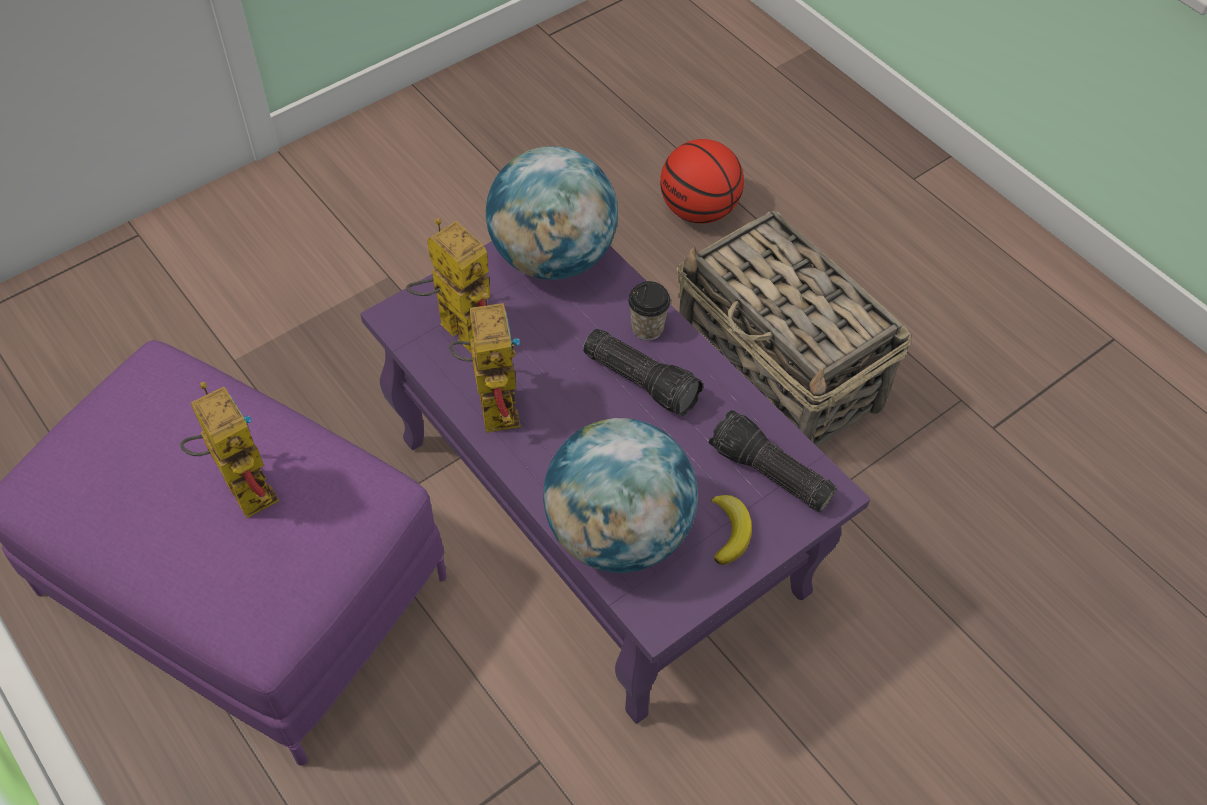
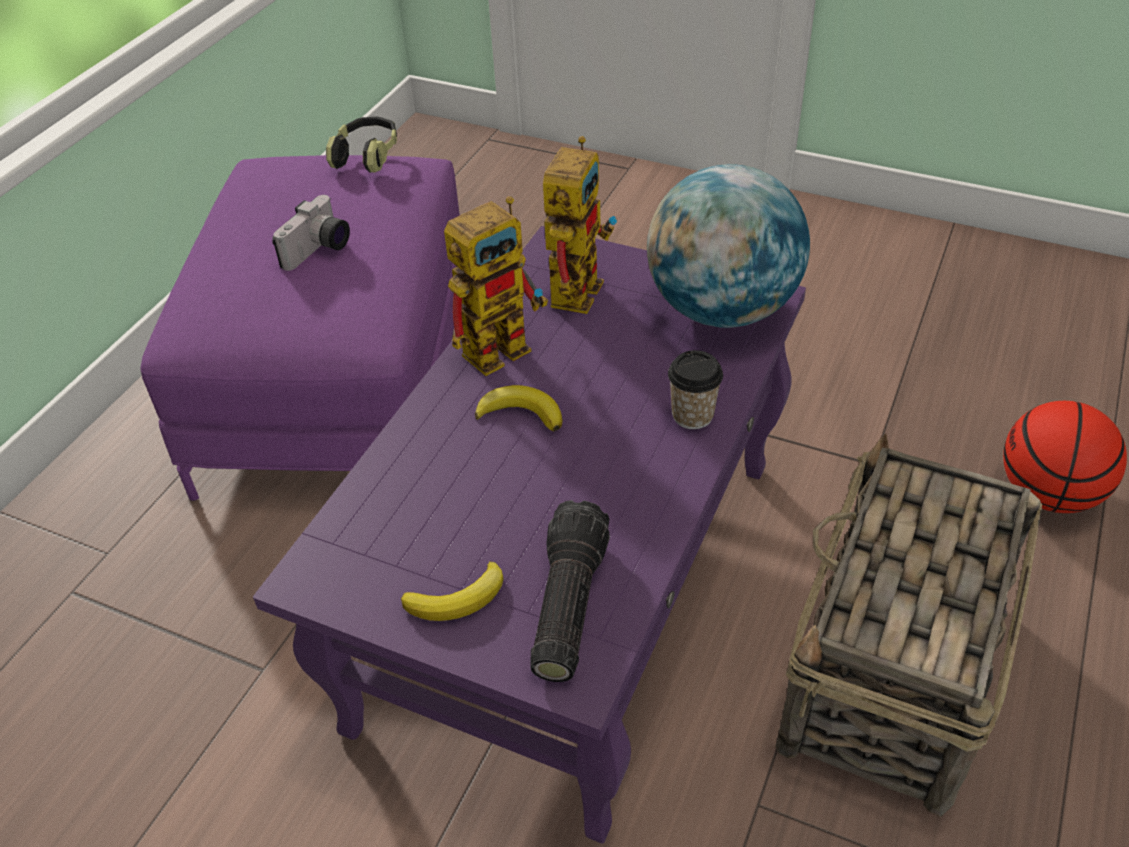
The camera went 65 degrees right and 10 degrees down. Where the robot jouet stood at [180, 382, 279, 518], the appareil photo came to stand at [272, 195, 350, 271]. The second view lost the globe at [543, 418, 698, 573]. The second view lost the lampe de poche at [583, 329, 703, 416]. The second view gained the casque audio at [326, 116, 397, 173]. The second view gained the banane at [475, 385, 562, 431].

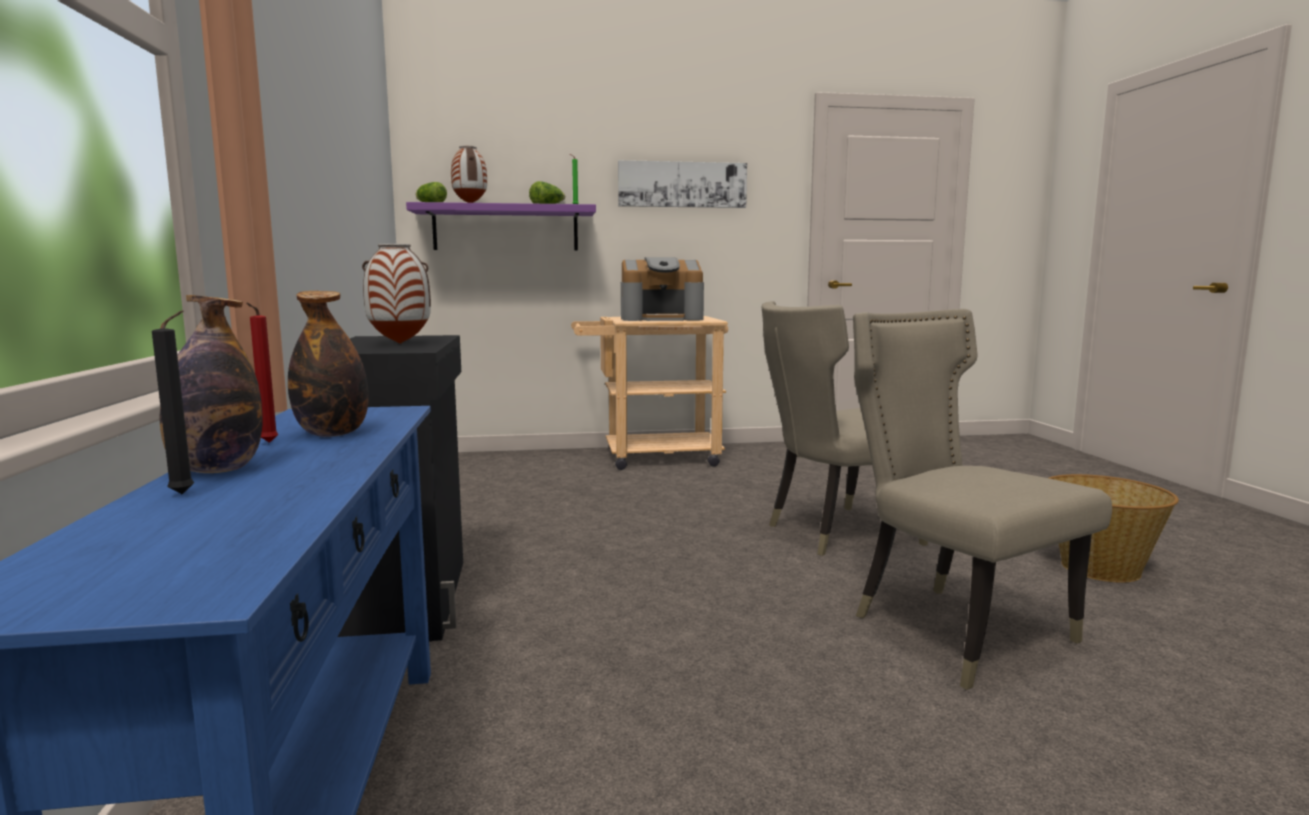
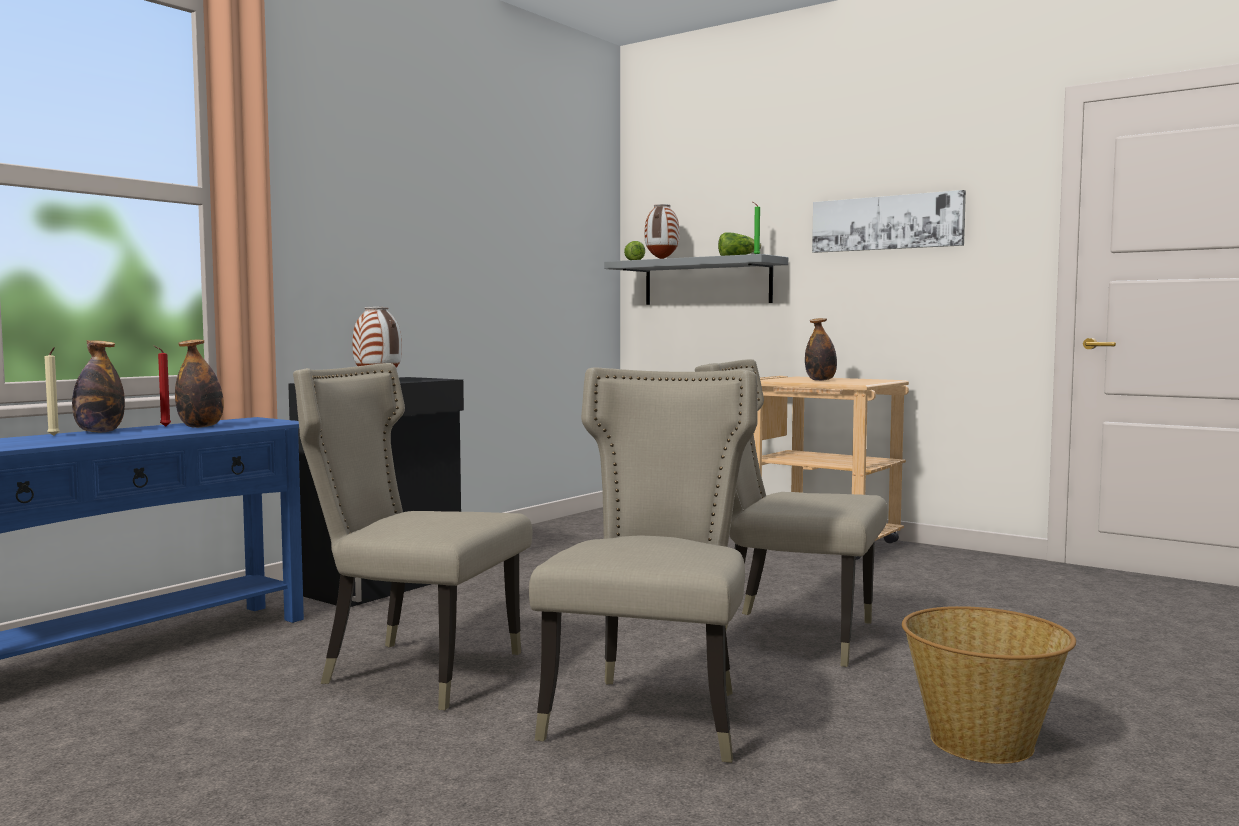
The camera went 45 degrees right and 5 degrees down. What was the bougie/noir at [152, 310, 194, 494] turned into the bougie/beige at [44, 347, 60, 436]. What was the étagère/violet at [406, 202, 596, 251] turned into the étagère/gris at [604, 254, 788, 305]. Where the machine à café stood at [621, 257, 704, 321], the bouteille came to stand at [805, 318, 837, 381]. The second view gained the chaise/beige at [293, 363, 532, 710].

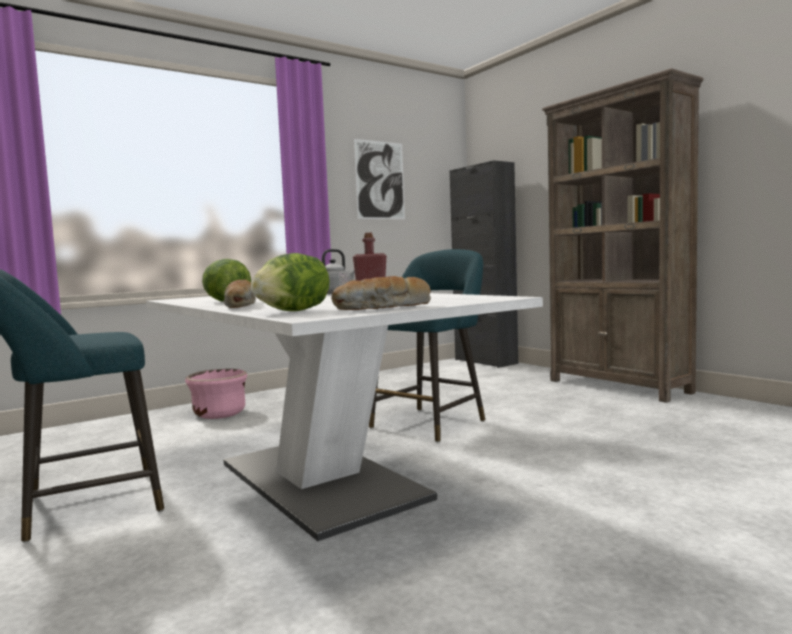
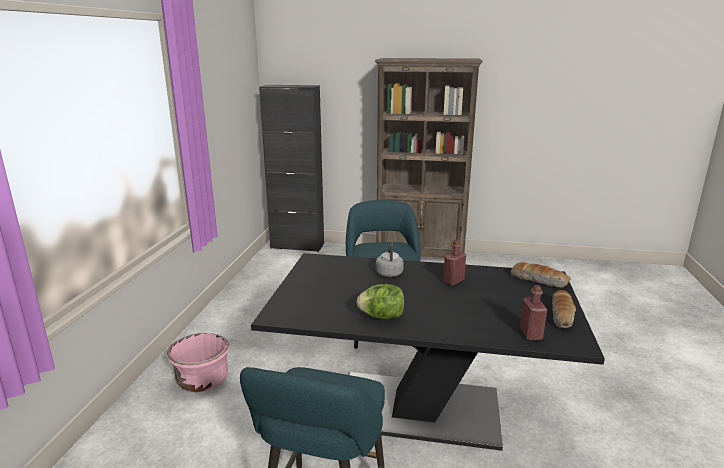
The camera went 45 degrees left and 15 degrees up. What was the table à manger/blanc at [146, 293, 543, 541] turned into the table à manger/noir at [251, 253, 605, 451]. The pain ended up elsewhere, having gone from [223, 279, 256, 308] to [511, 262, 571, 288]. Where the laitue stood at [251, 253, 330, 311], the bouteille/rouge came to stand at [520, 285, 547, 340]. The second view lost the tableau at [354, 139, 405, 219].

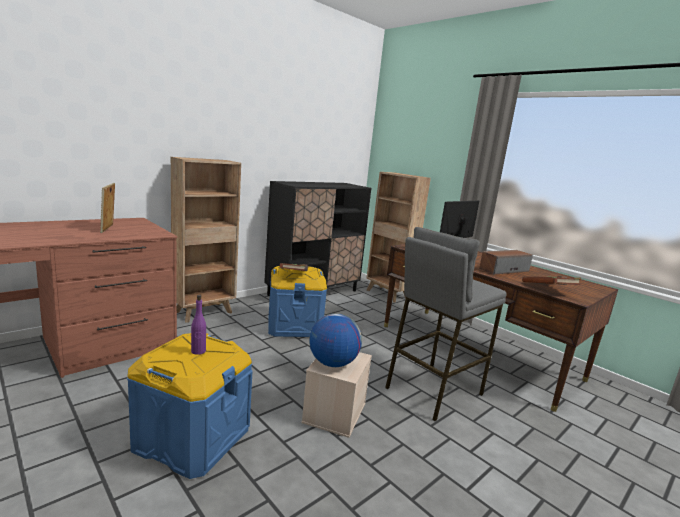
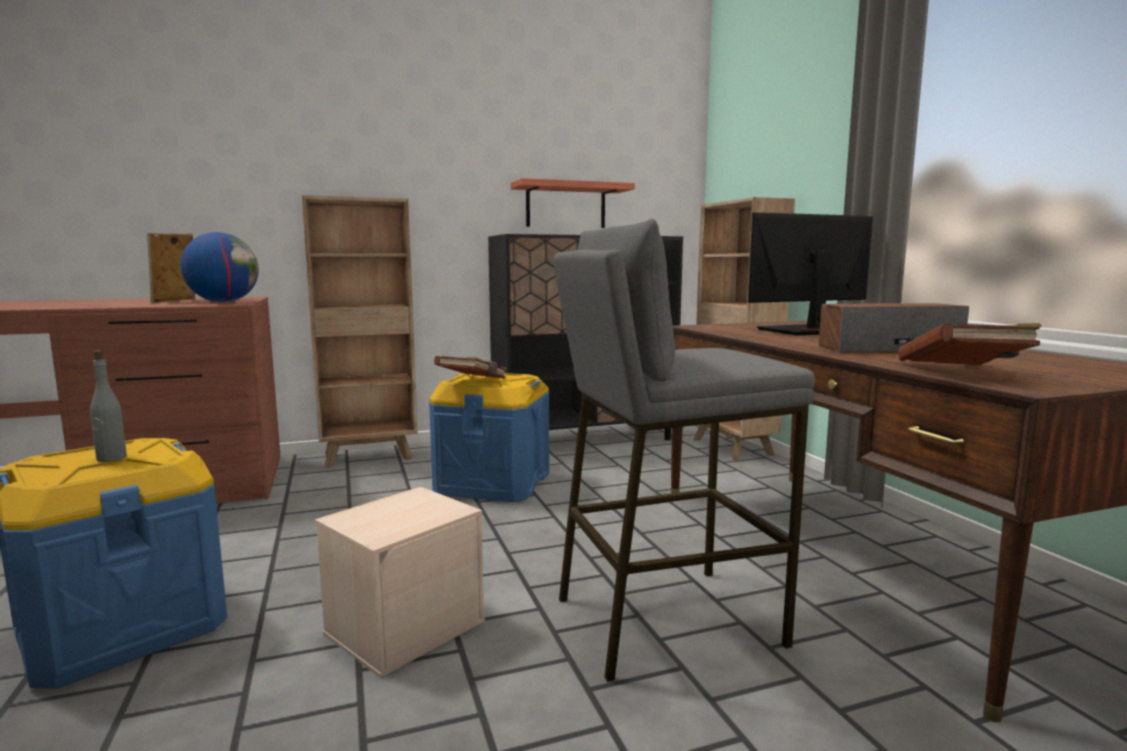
The camera went 25 degrees right and 5 degrees down. What was the bouteille/violet at [191, 295, 206, 355] turned into the bouteille/gris at [90, 350, 127, 462]. The globe ended up elsewhere, having gone from [309, 313, 362, 367] to [180, 232, 259, 302]. The second view gained the étagère at [511, 178, 635, 228].

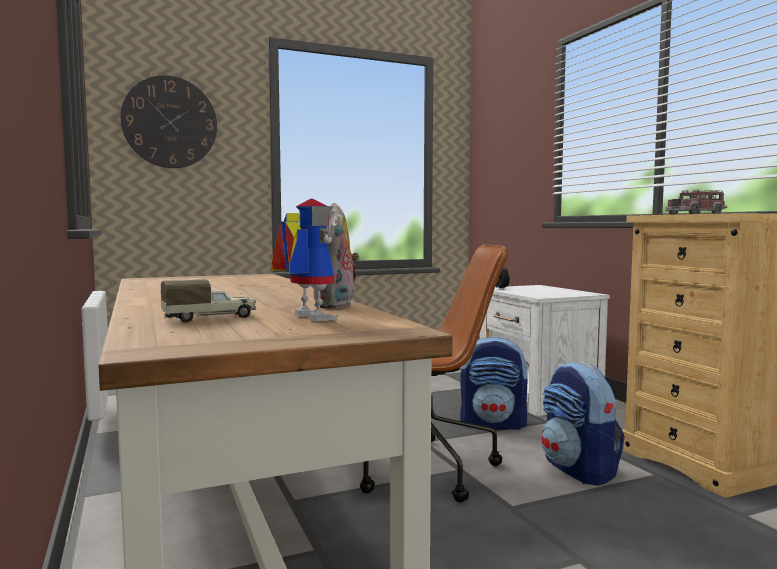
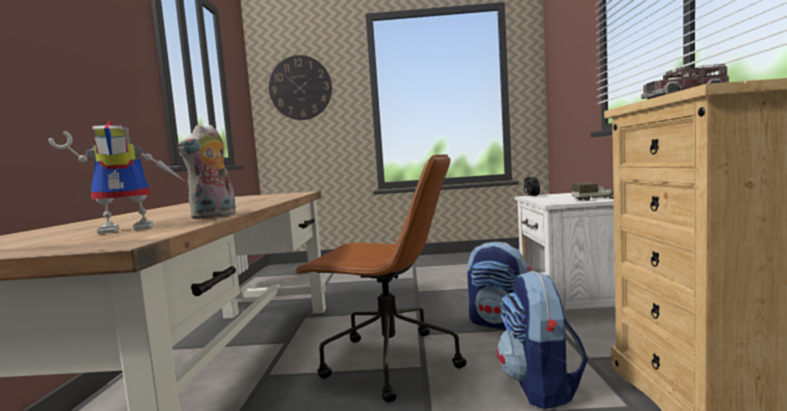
The camera went 25 degrees right and 0 degrees up. The camion jouet ended up elsewhere, having gone from [161, 279, 256, 322] to [571, 181, 614, 201]. The robot jouet at [271, 199, 342, 321] ended up facing another way, 75 degrees clockwise from before.

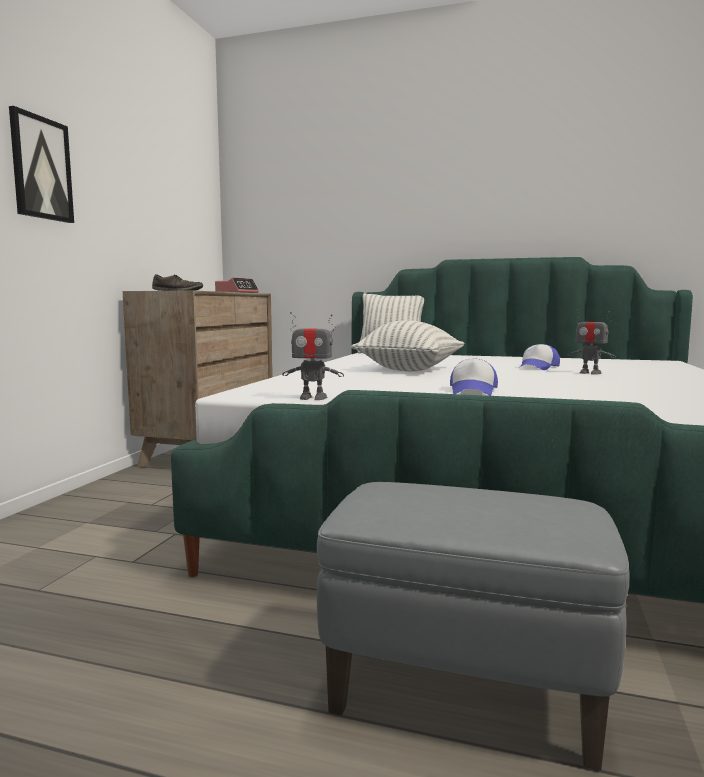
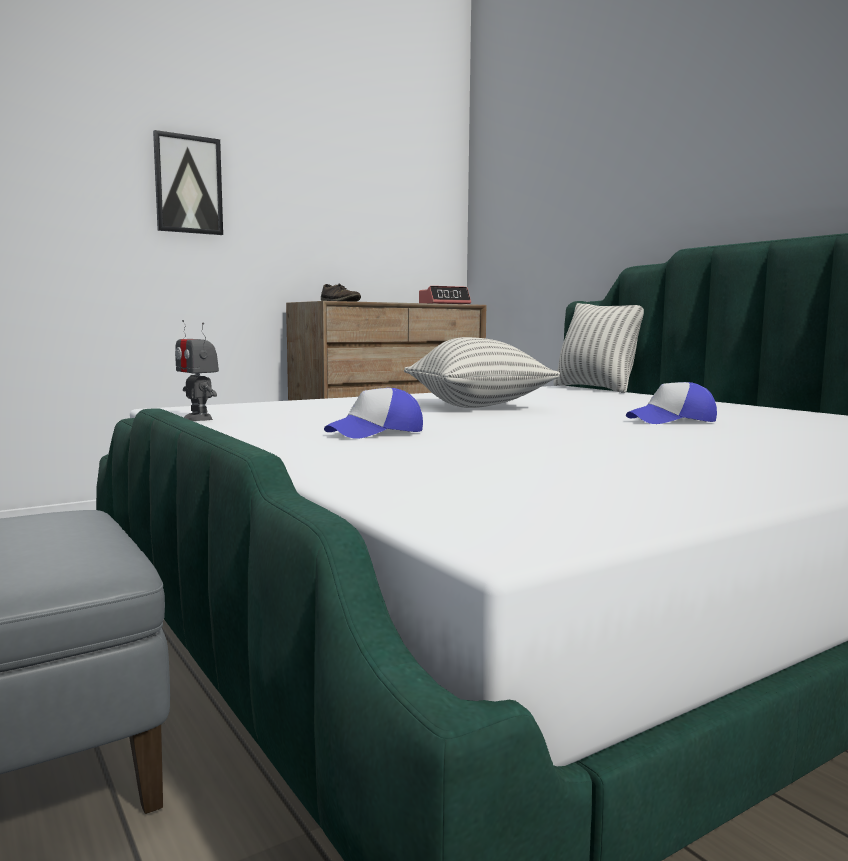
The camera went 40 degrees right and 0 degrees up. The second view lost the robot jouet at [568, 310, 616, 374].

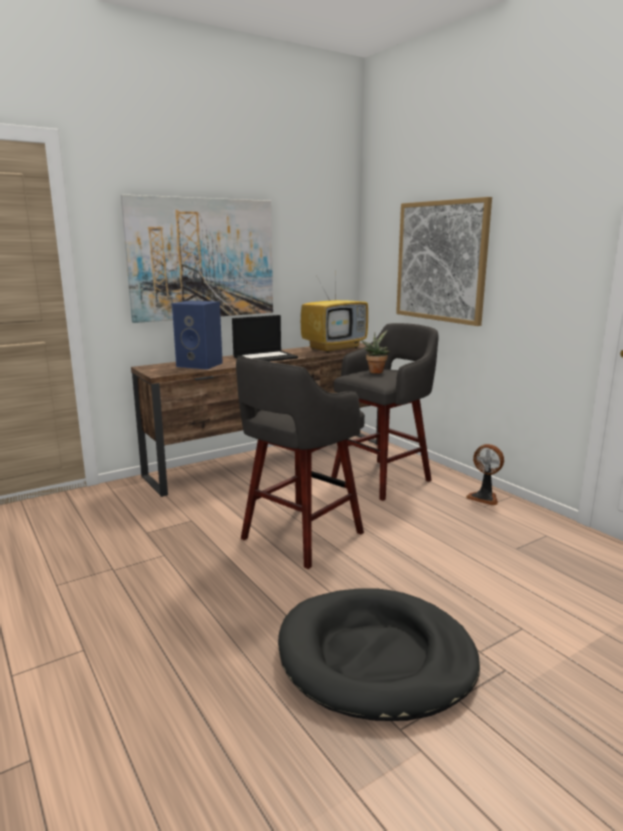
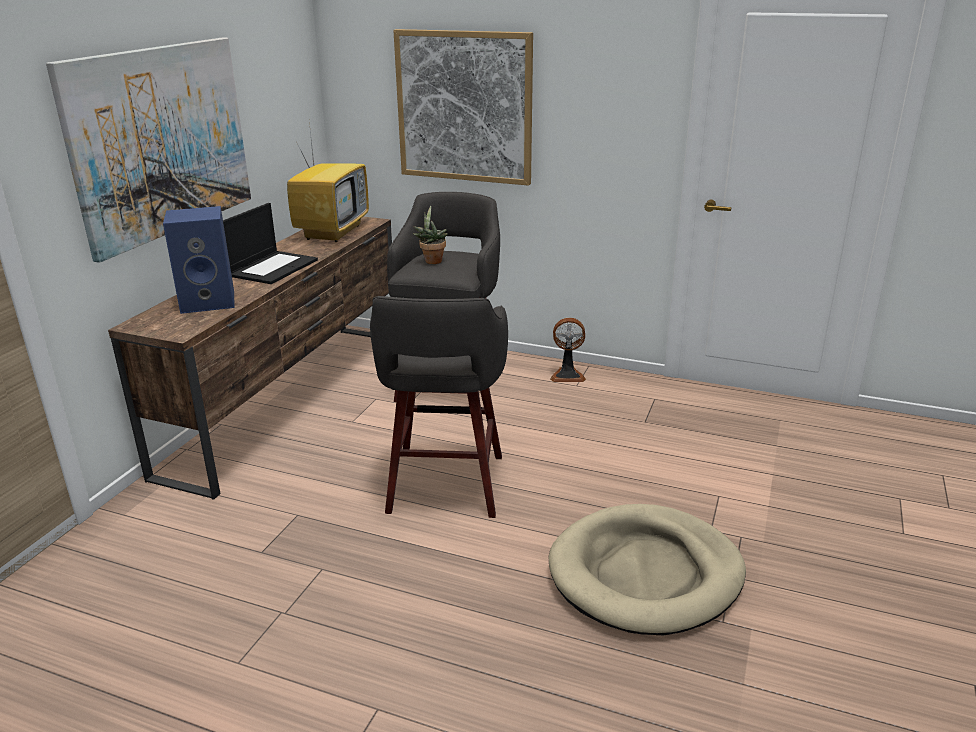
The camera went 35 degrees left and 10 degrees up. What was the panier pour chien/noir at [278, 588, 480, 721] turned into the panier pour chien/beige at [548, 504, 746, 635].

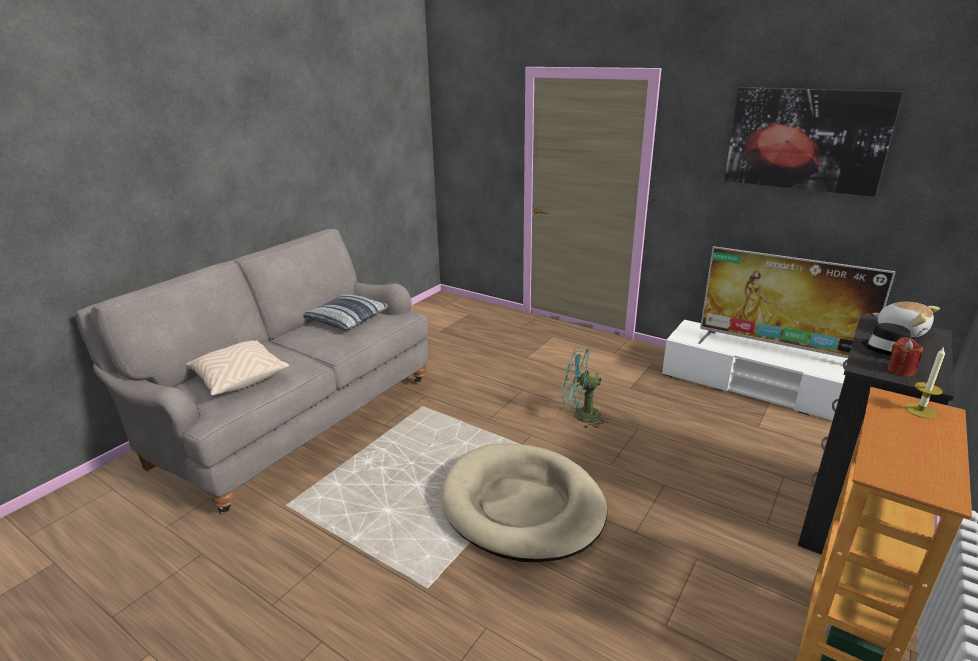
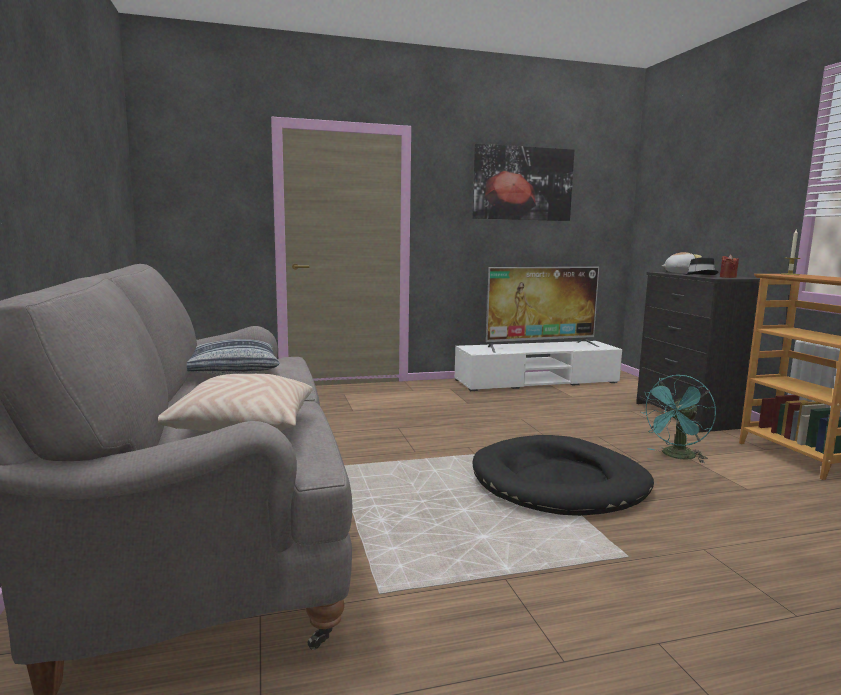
The camera went 50 degrees left and 15 degrees down. What was the panier pour chien/beige at [441, 444, 607, 562] turned into the panier pour chien/noir at [473, 435, 654, 516]. The ventilateur/turquoise ended up elsewhere, having gone from [563, 347, 610, 429] to [641, 375, 716, 463].

